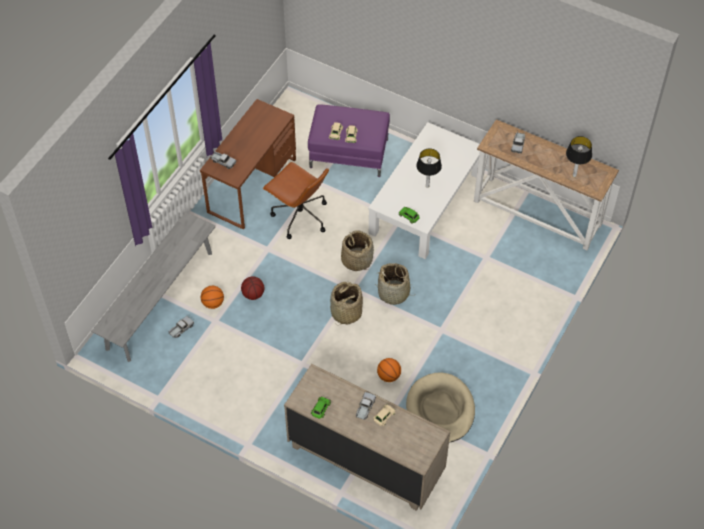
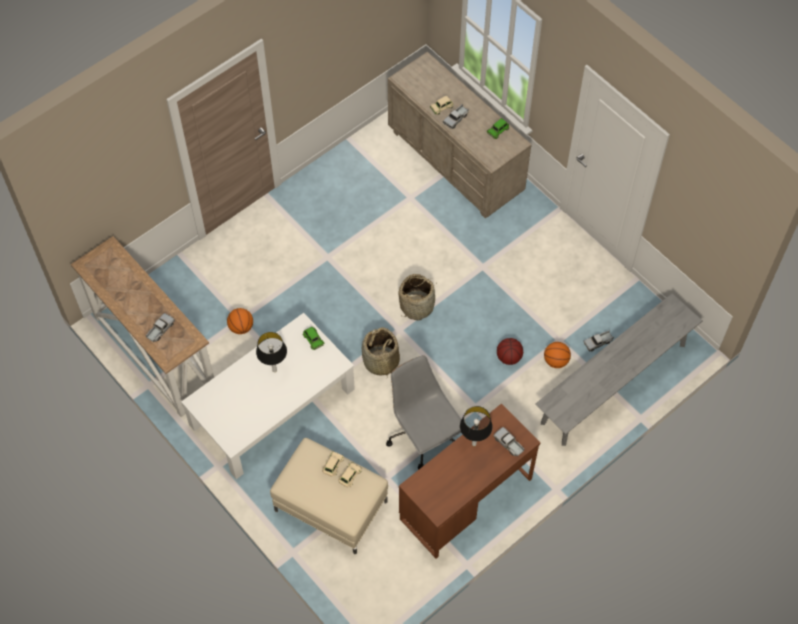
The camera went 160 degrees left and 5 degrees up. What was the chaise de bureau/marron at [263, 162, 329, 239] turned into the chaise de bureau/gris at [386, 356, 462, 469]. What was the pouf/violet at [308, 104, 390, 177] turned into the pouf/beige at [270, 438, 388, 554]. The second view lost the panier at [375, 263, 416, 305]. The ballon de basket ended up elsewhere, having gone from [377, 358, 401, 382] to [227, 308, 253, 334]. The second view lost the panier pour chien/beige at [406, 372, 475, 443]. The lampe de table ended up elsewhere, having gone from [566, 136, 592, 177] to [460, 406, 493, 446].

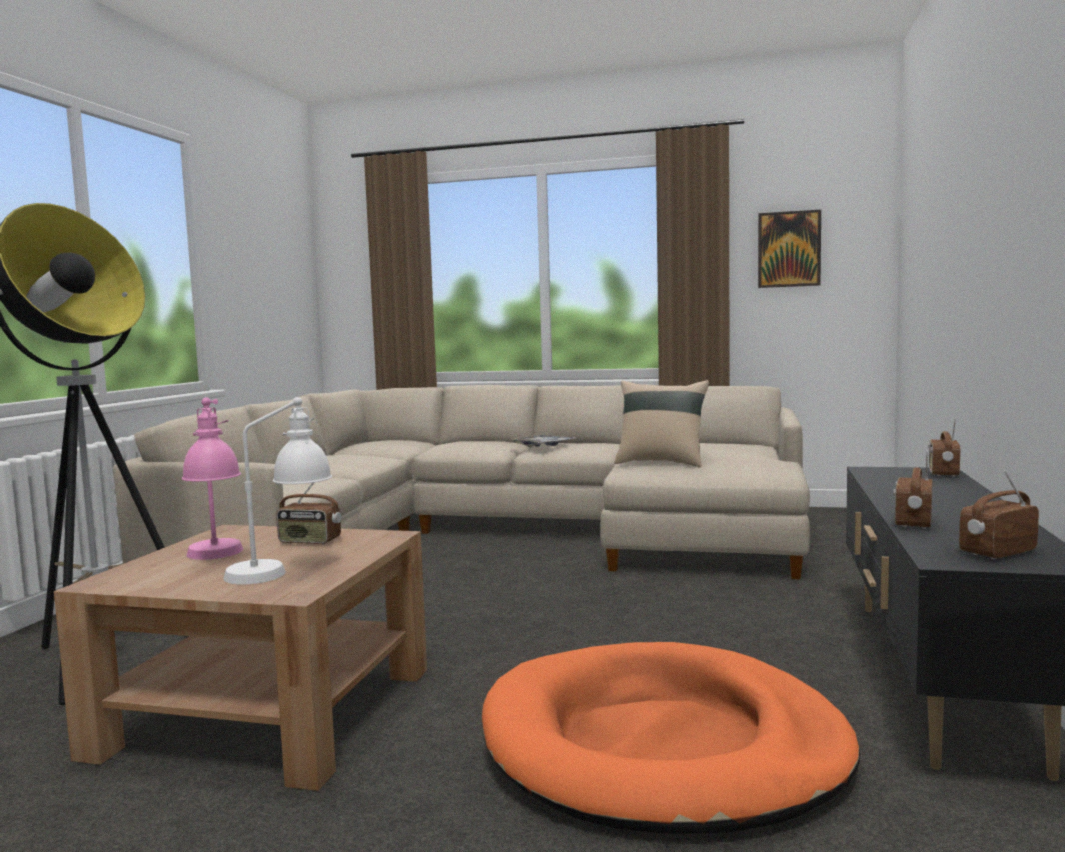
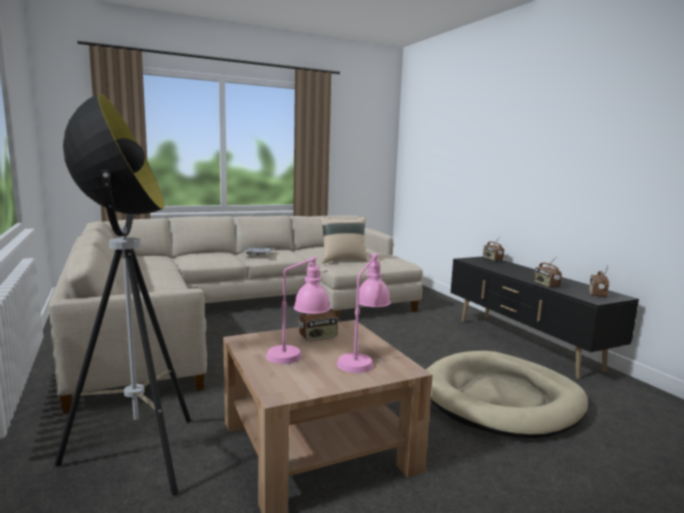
The camera went 40 degrees left and 5 degrees up. What was the lampe de table/blanc at [223, 397, 332, 585] turned into the lampe de table/rose at [337, 253, 391, 373]. What was the panier pour chien/orange at [482, 642, 860, 834] turned into the panier pour chien/beige at [426, 351, 588, 438]. The second view lost the tableau at [758, 210, 821, 288].

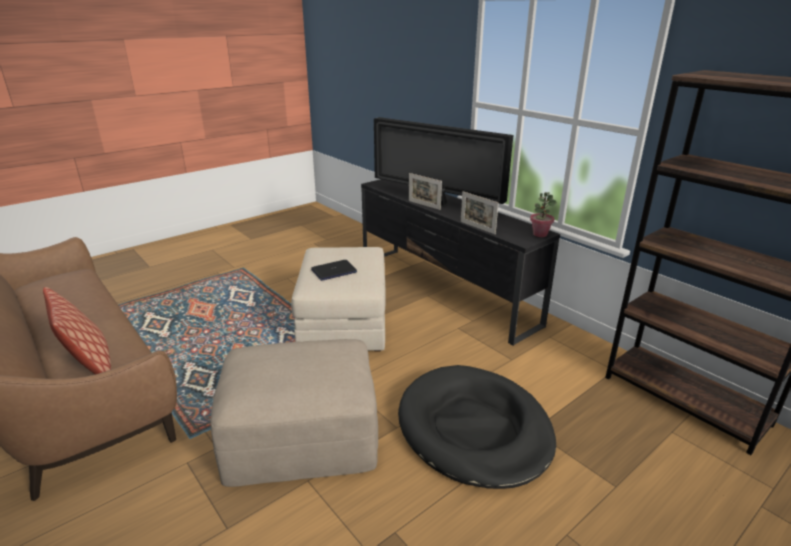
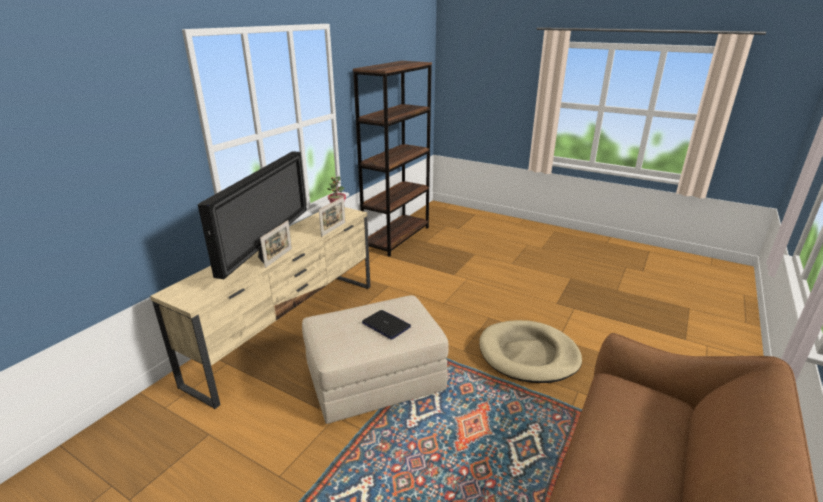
The camera went 110 degrees left and 0 degrees up. The second view lost the coussin at [43, 287, 111, 374]. Where the pouf/beige stood at [211, 339, 378, 487], the panier pour chien/beige came to stand at [479, 320, 582, 383]. What was the meuble télé/noir at [361, 179, 560, 346] turned into the meuble télé/beige at [150, 207, 370, 409]. The second view lost the panier pour chien/noir at [398, 365, 556, 489].

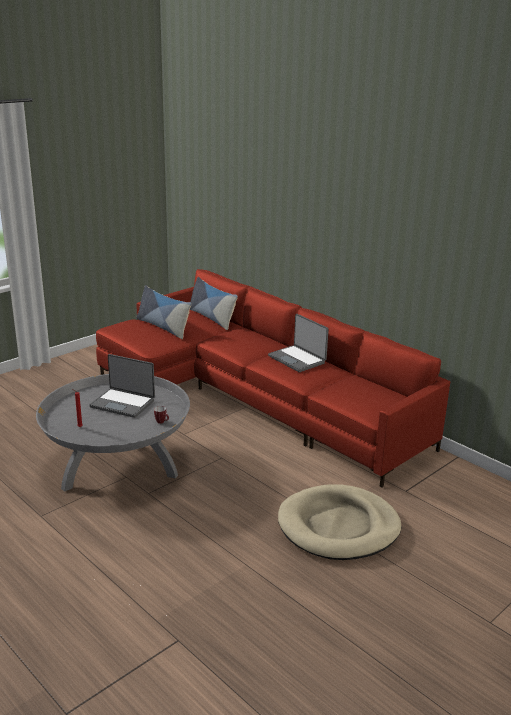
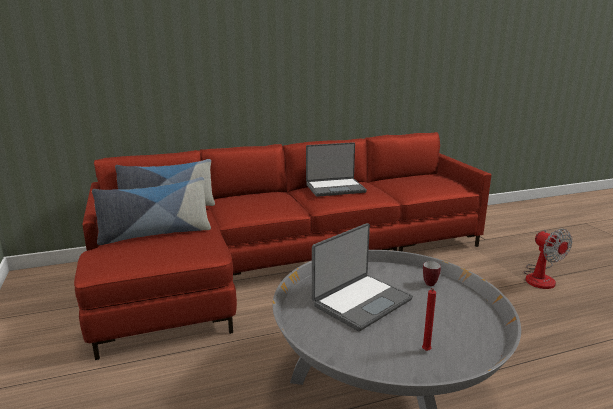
The camera went 65 degrees left and 5 degrees down. Where the panier pour chien/beige stood at [278, 484, 401, 560], the ventilateur came to stand at [524, 229, 573, 289].

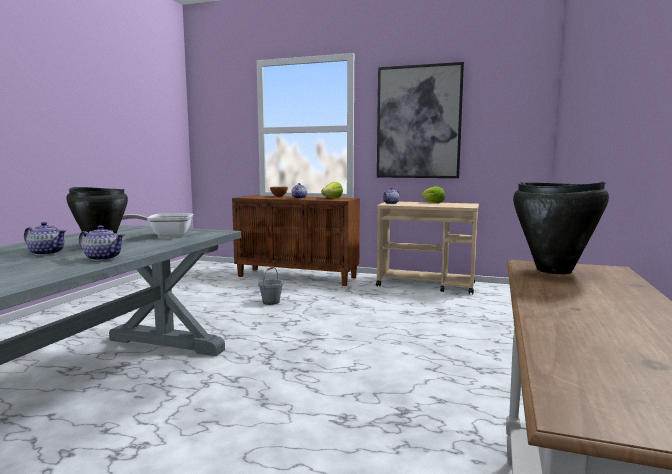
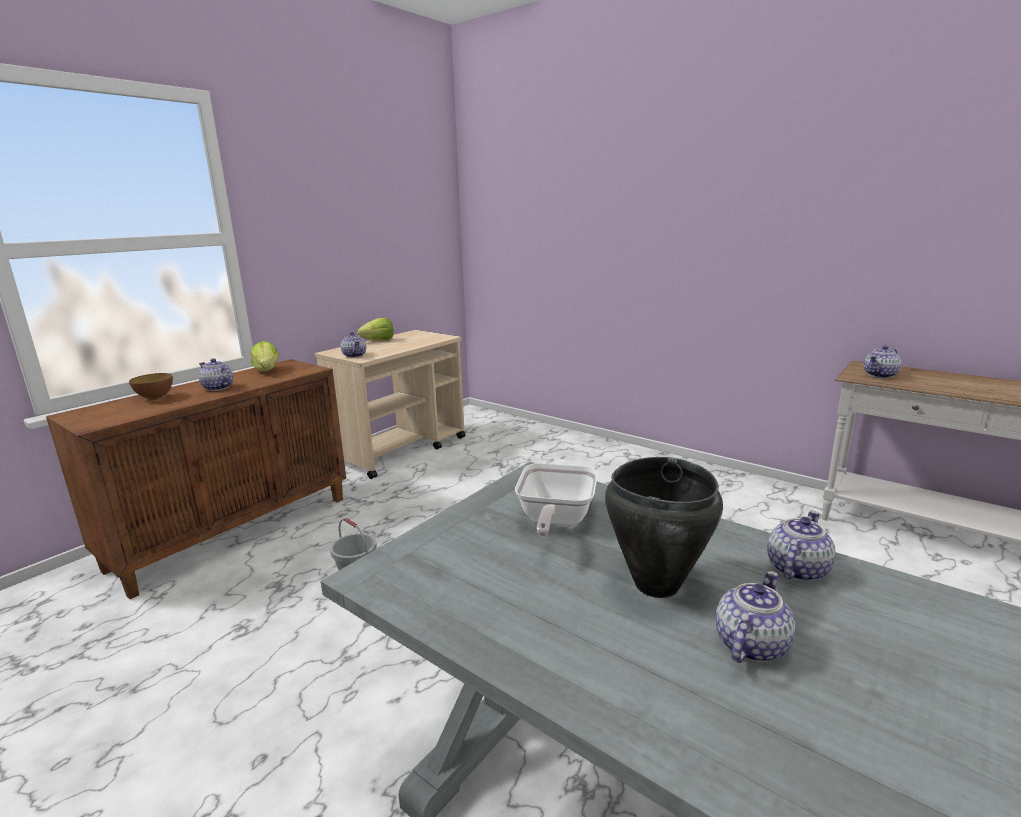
The camera went 70 degrees left and 10 degrees up. The second view lost the tableau at [377, 62, 464, 178]. Where the marmite/noir stood at [513, 182, 609, 274], the théière came to stand at [864, 345, 901, 378].

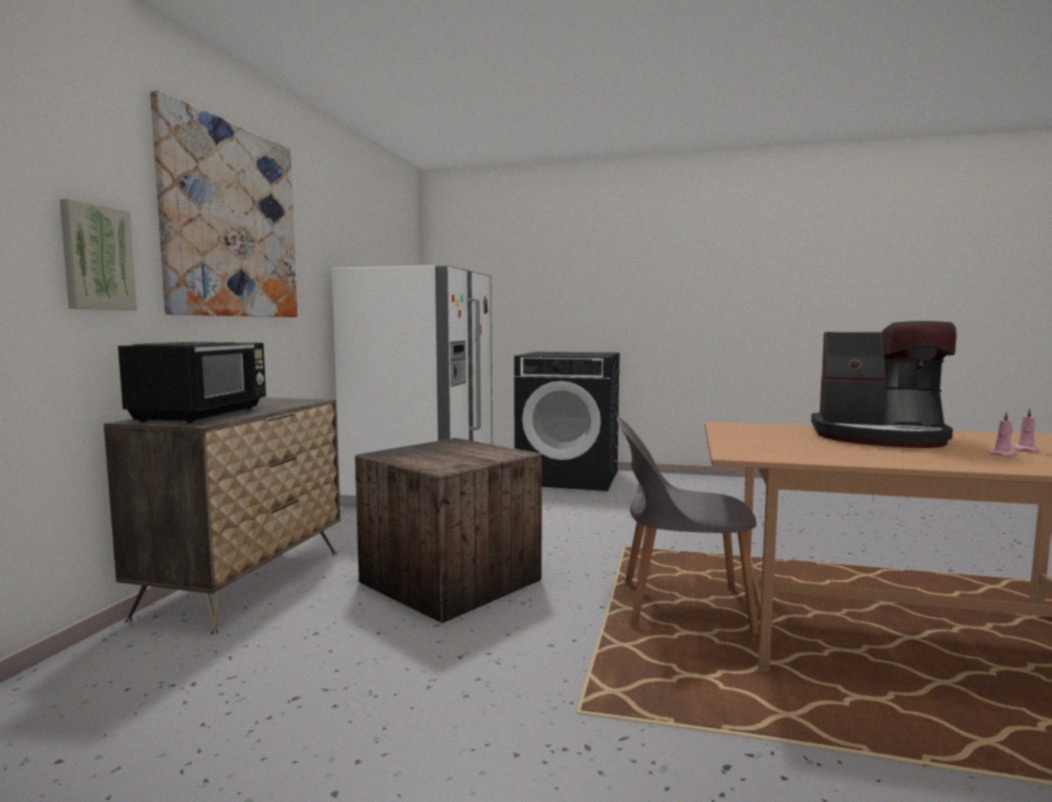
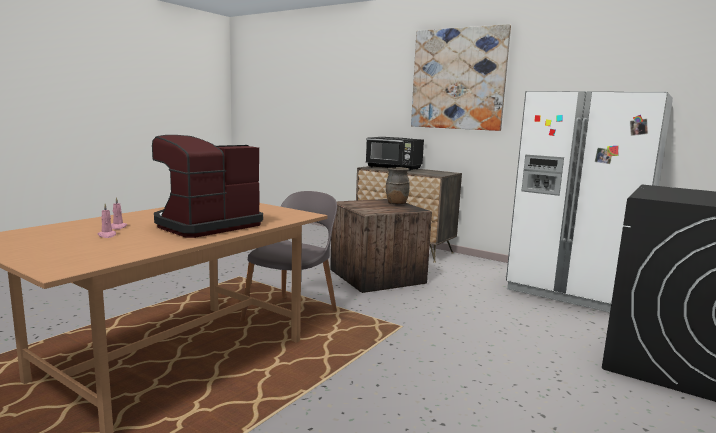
The camera went 110 degrees right and 5 degrees up. The second view lost the tableau at [60, 199, 137, 310]. The second view gained the vase/marron at [386, 167, 410, 205].

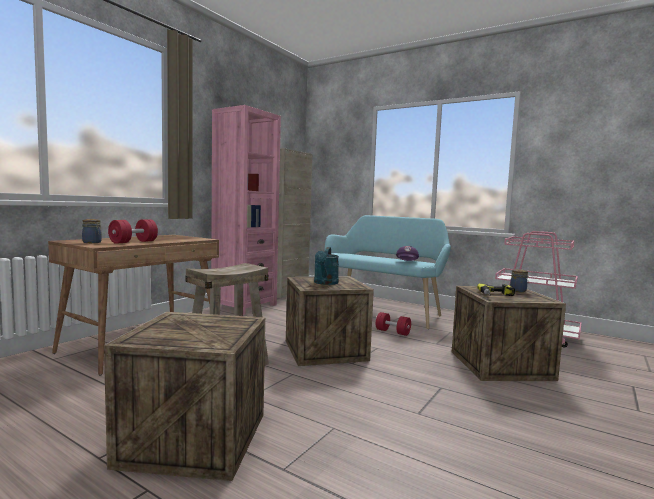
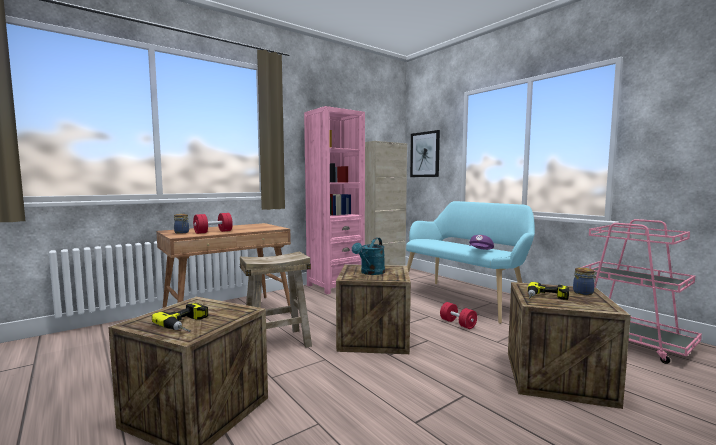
The camera went 20 degrees right and 0 degrees up. The second view gained the perceuse at [152, 303, 208, 332]. The second view gained the tableau at [410, 130, 440, 177].

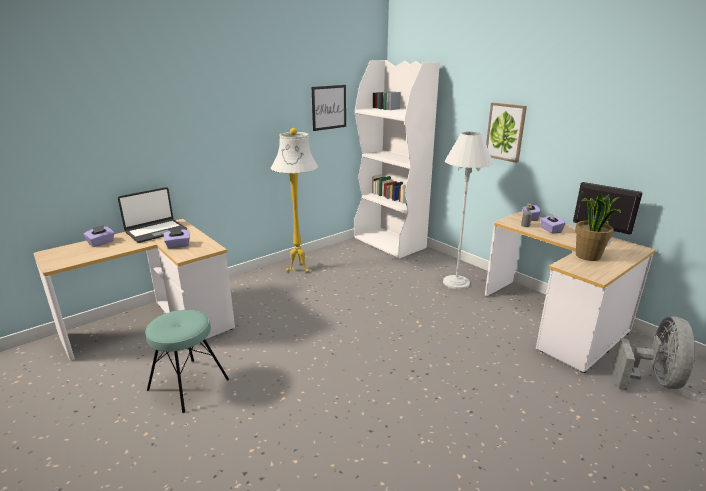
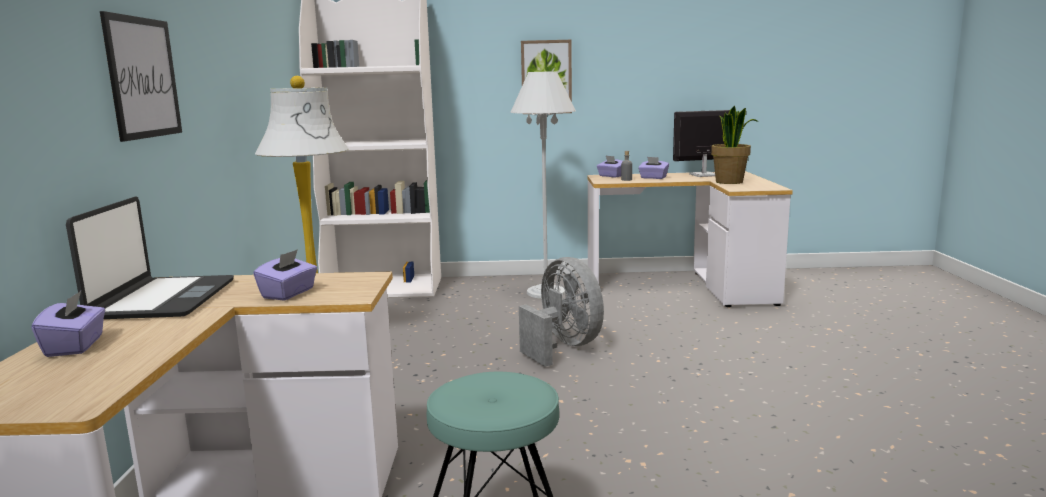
The camera went 50 degrees left and 10 degrees down. The tableau ended up elsewhere, having gone from [312, 85, 346, 131] to [100, 11, 182, 142]. The ventilateur/gris ended up elsewhere, having gone from [613, 316, 695, 390] to [519, 257, 604, 367].

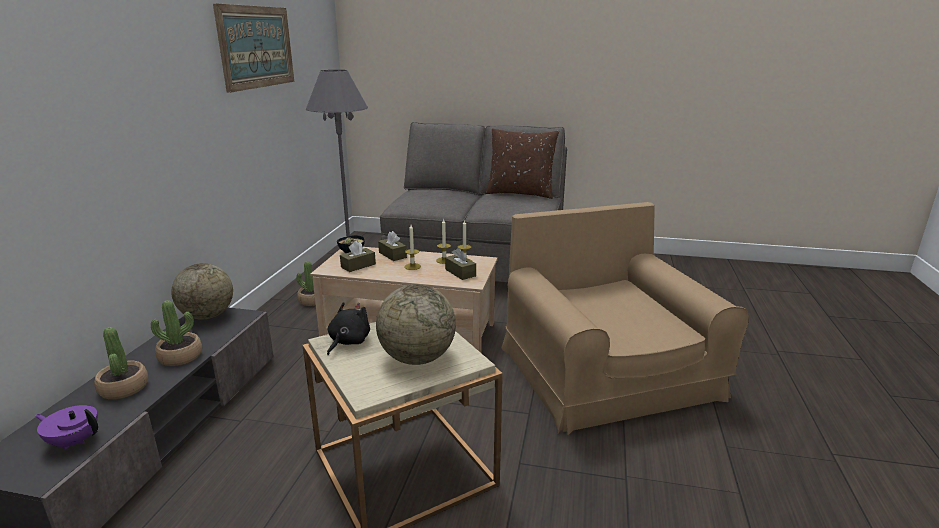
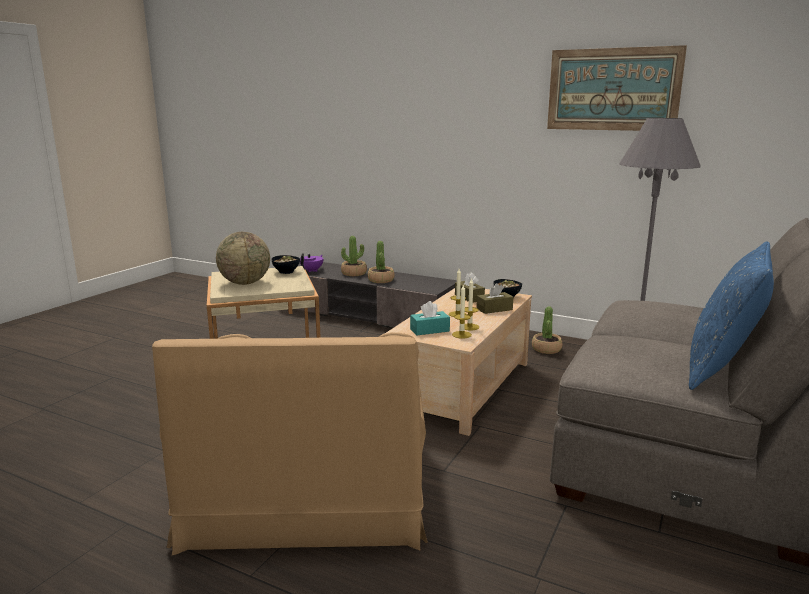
The camera went 105 degrees right and 5 degrees down. The second view lost the globe at [171, 263, 233, 320]. Where the peluche/noir stood at [327, 302, 370, 355], the bol came to stand at [272, 255, 300, 274]. What was the boîte à mouchoirs/marron at [445, 248, 476, 280] turned into the boîte à mouchoirs/turquoise at [410, 301, 450, 335]. What was the coussin/marron at [485, 129, 559, 199] turned into the coussin/bleu at [689, 241, 774, 390]. The fauteuil/marron at [501, 202, 749, 435] ended up facing another way, 90 degrees clockwise from before.

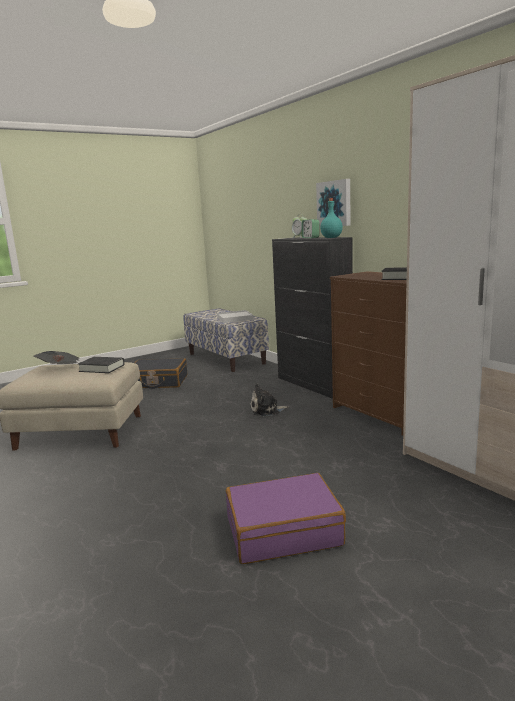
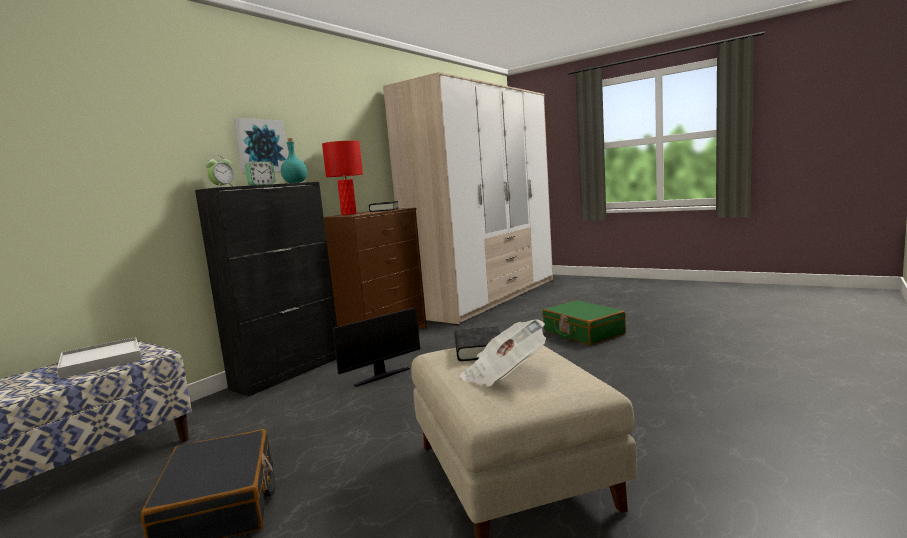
The camera went 110 degrees left and 5 degrees down. What was the valise/violet at [226, 473, 346, 564] turned into the valise/vert at [542, 300, 626, 345]. Where the peluche stood at [250, 383, 289, 416], the écran d'ordinateur came to stand at [333, 308, 420, 387]. The second view gained the lampe de table/rouge at [322, 141, 363, 215].

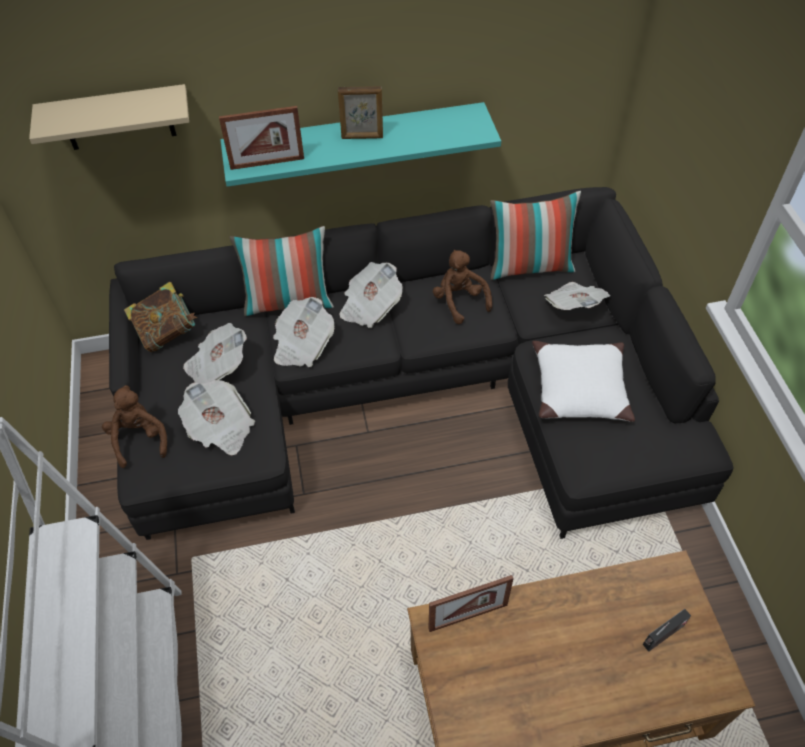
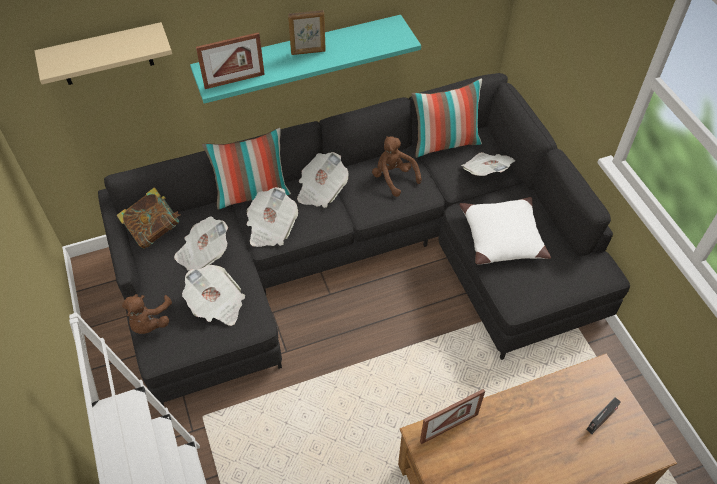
The camera went 10 degrees left and 0 degrees up. The peluche/marron at [102, 385, 167, 468] ended up facing another way, 150 degrees counterclockwise from before.

